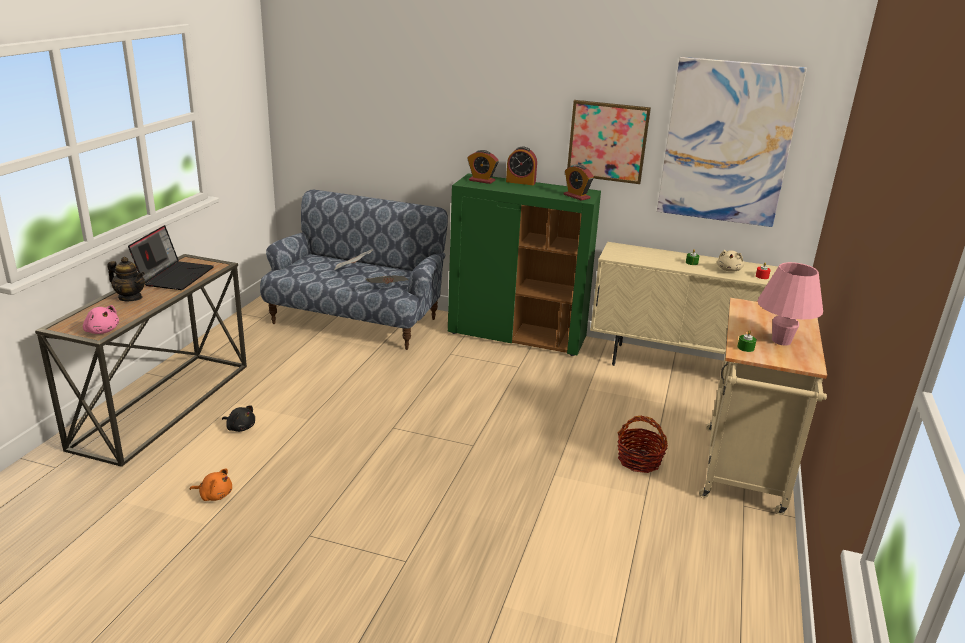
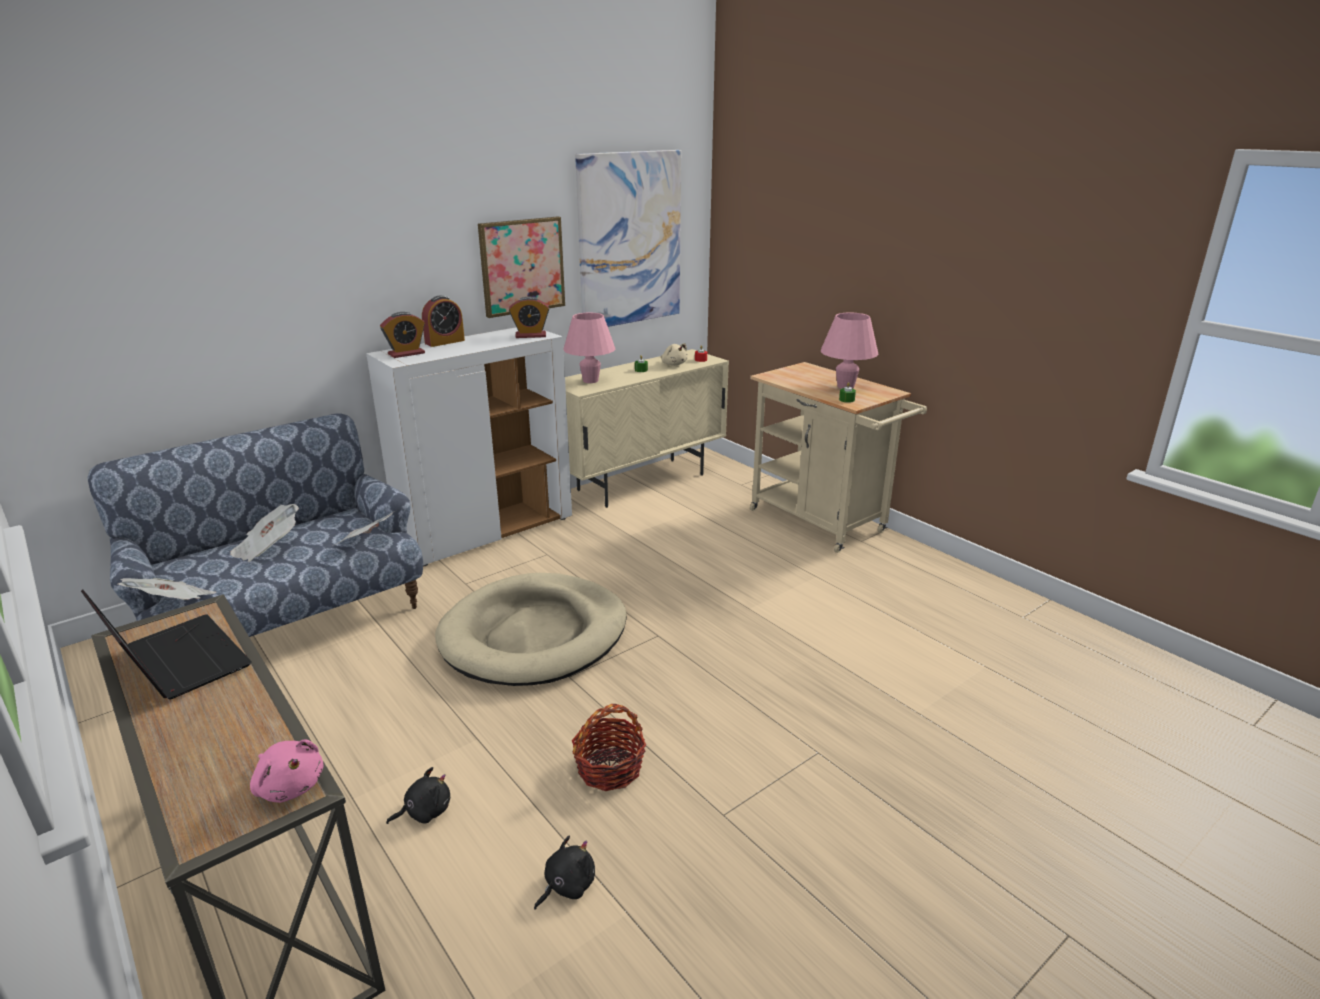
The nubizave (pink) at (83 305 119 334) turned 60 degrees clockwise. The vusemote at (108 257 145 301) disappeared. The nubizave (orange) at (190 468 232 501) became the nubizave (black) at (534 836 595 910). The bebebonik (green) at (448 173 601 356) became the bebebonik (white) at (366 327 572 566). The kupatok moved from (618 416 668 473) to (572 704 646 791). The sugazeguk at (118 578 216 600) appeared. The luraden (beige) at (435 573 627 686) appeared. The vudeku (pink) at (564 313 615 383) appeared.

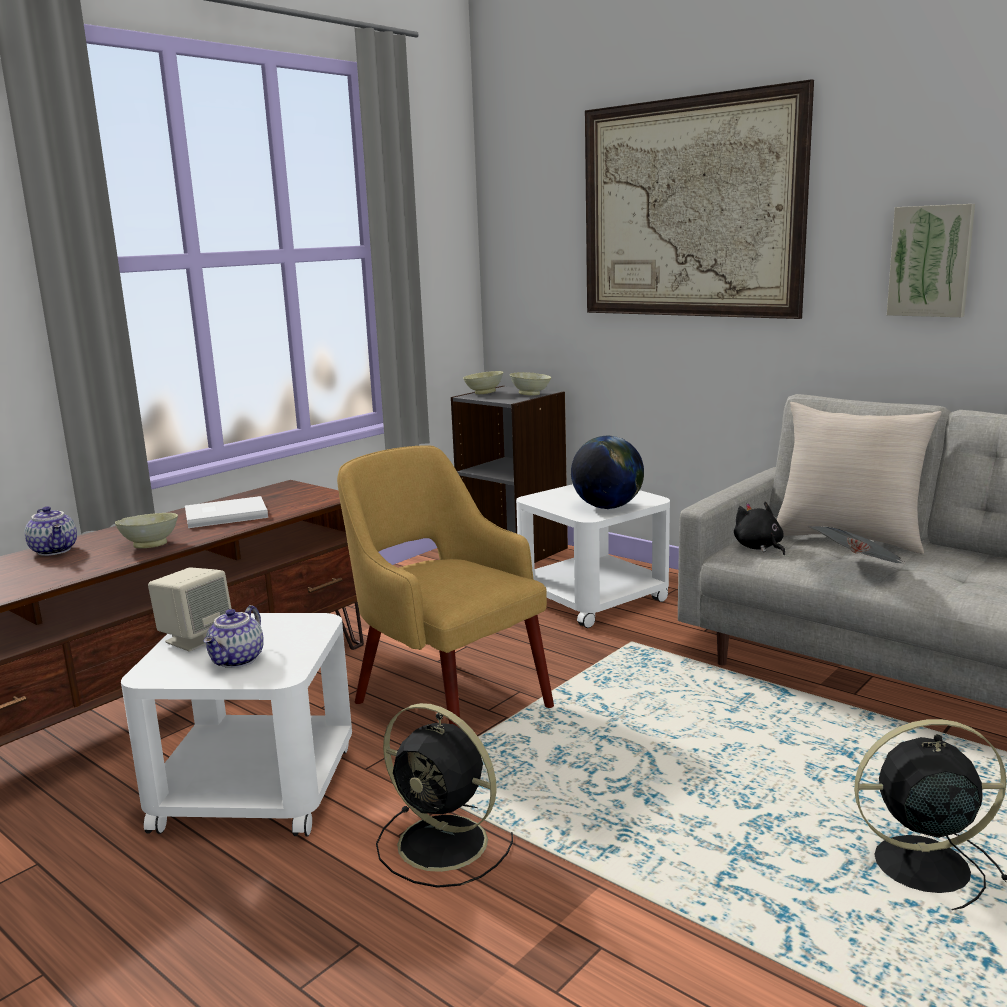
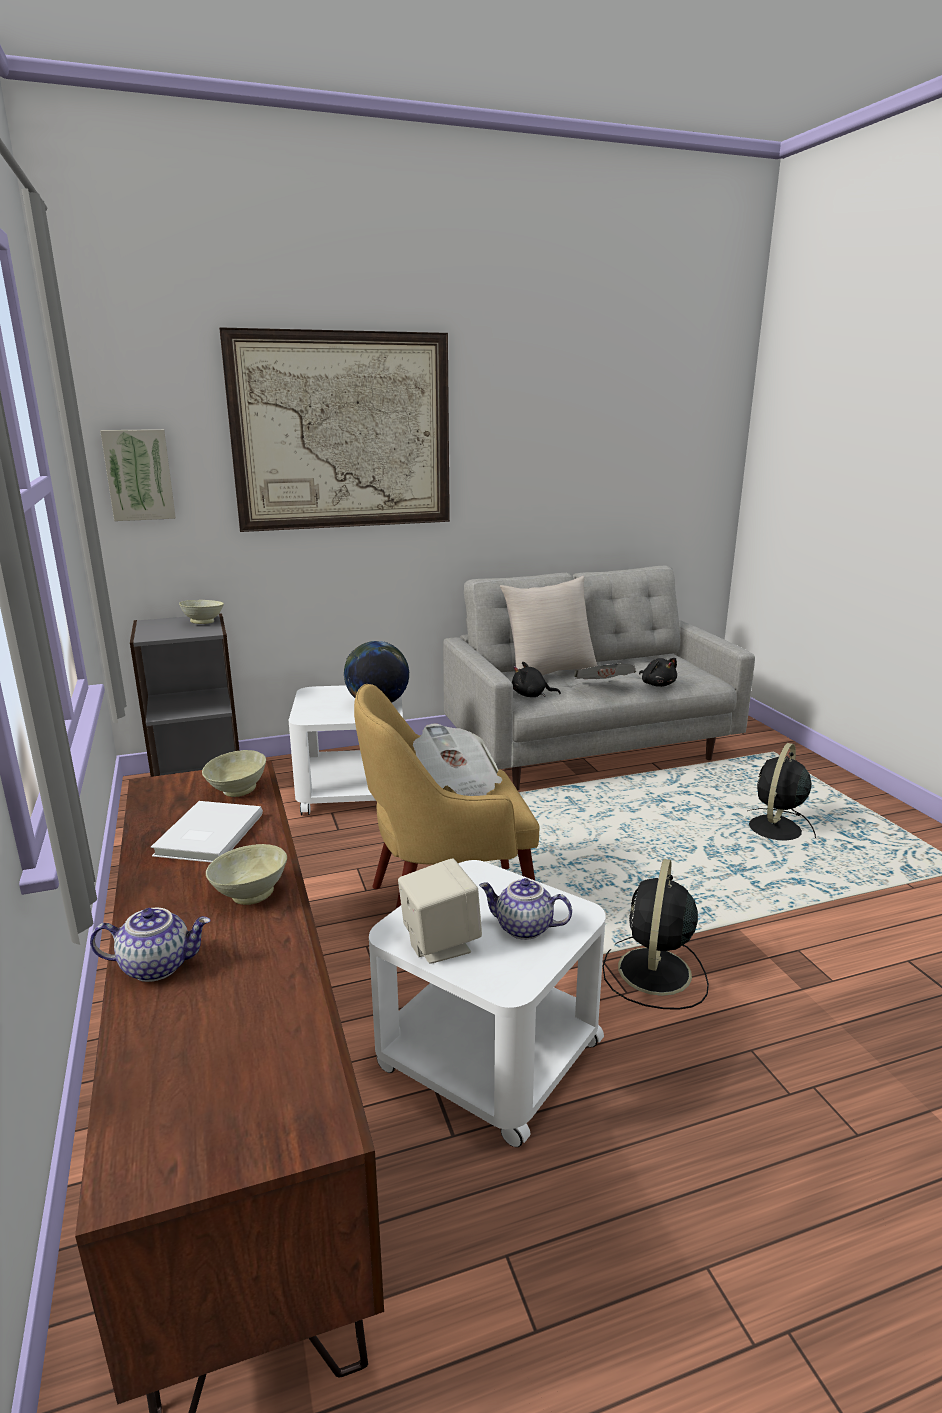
The vusemote at (204 605 264 668) turned 150 degrees clockwise. The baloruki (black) at (376 703 513 888) turned 135 degrees clockwise. The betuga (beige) moved from (463 371 503 394) to (202 750 266 797). The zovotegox moved from (887 204 975 317) to (100 429 176 521). The sugazeguk at (413 723 502 796) appeared. The nubizave (black) at (639 658 677 687) appeared.

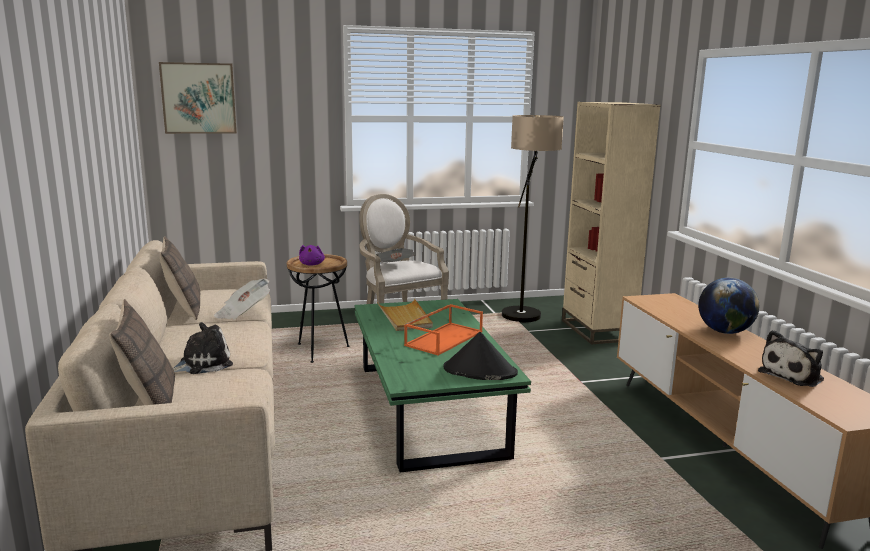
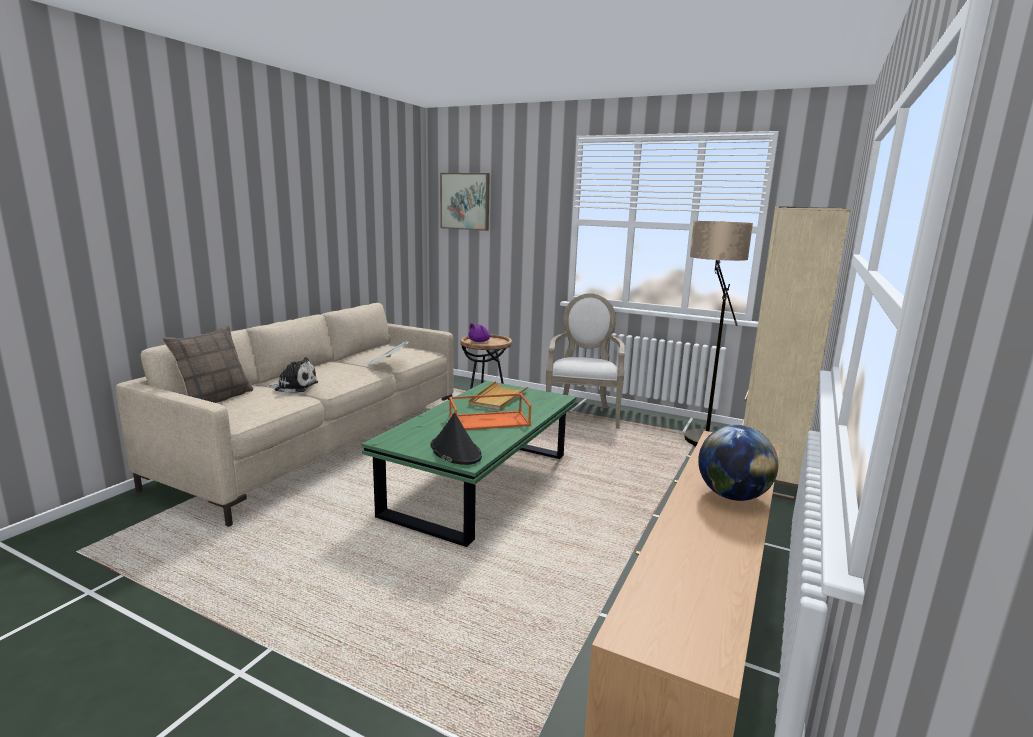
The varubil at (160 236 200 320) disappeared. The sugazeguk at (376 248 415 262) disappeared. The nubizave at (758 330 824 387) disappeared.

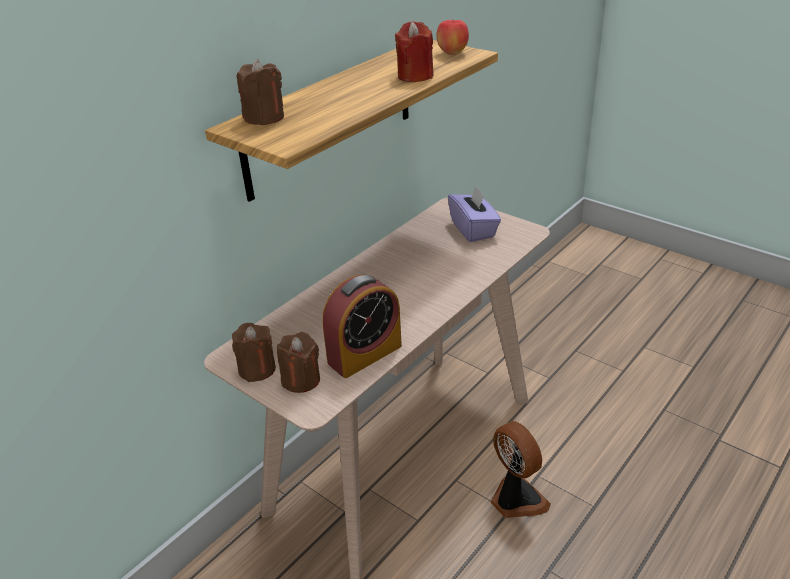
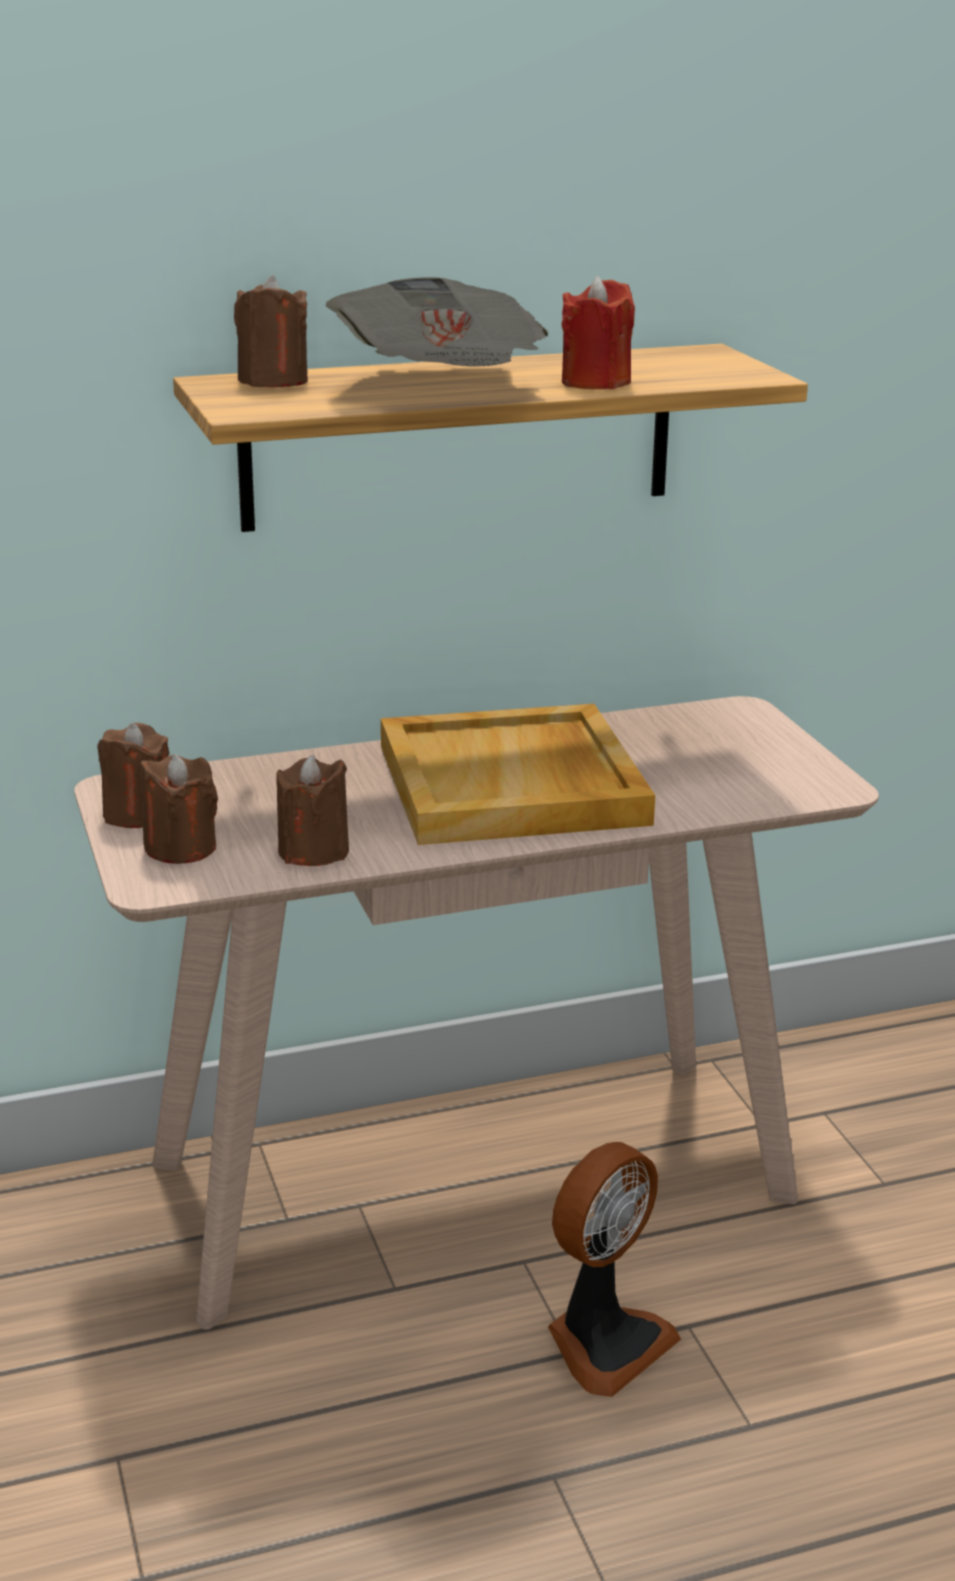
The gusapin at (322 275 402 378) was replaced by the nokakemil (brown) at (276 754 349 866). The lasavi at (436 20 469 55) disappeared. The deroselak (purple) at (448 186 501 242) disappeared. The baloruki at (490 421 551 518) turned 45 degrees clockwise. The sugazeguk at (325 277 548 366) appeared. The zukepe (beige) at (381 704 655 845) appeared.

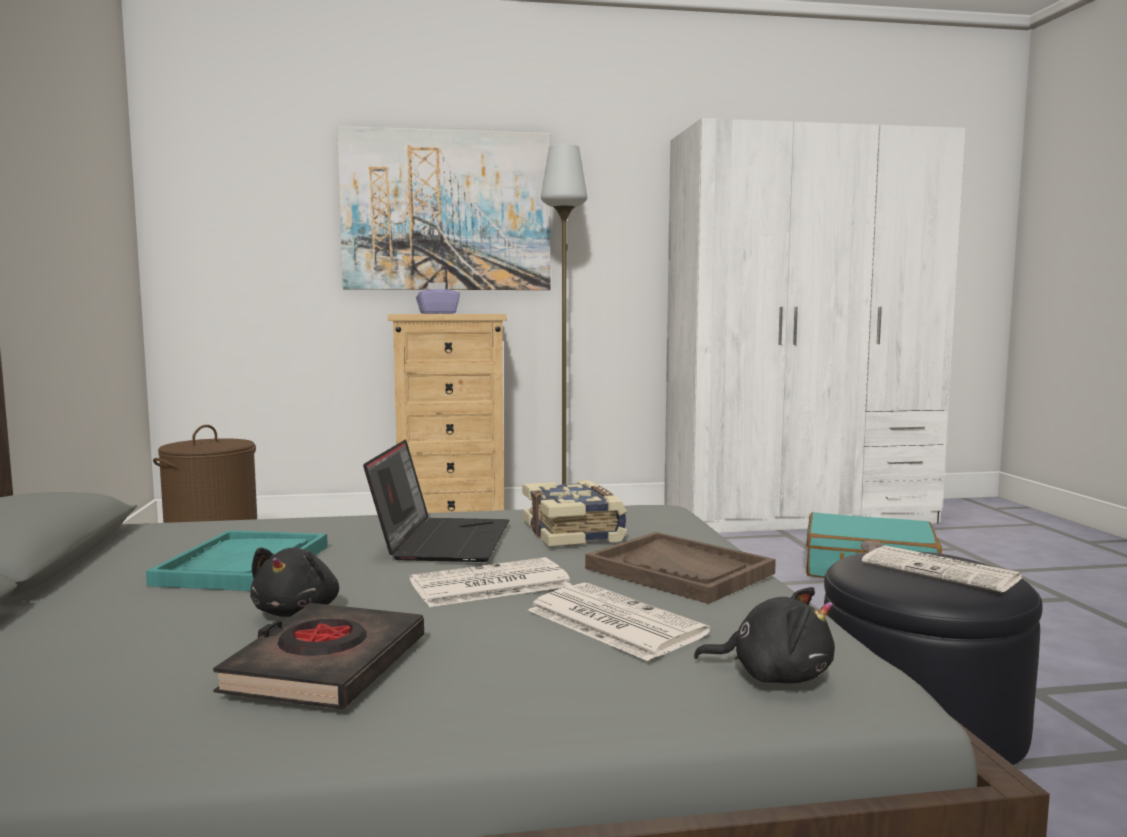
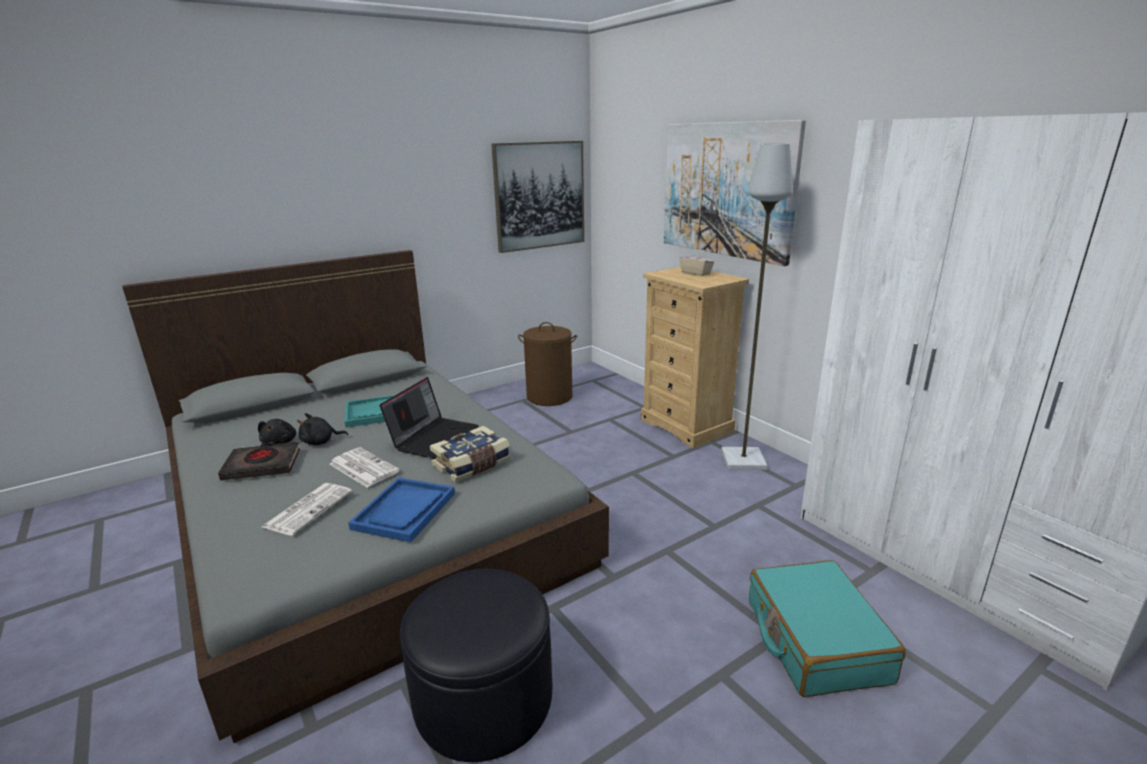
The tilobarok at (363 439 509 562) turned 45 degrees counterclockwise. The deroselak (purple) at (416 282 460 314) became the deroselak (beige) at (679 249 714 276). The zukepe (brown) at (585 532 776 604) became the zukepe (blue) at (348 477 455 543). The nubizave (black) moved from (694 587 835 683) to (258 419 297 445). The sugazeguk at (862 546 1023 593) disappeared. The zovotegox at (491 141 584 253) appeared.

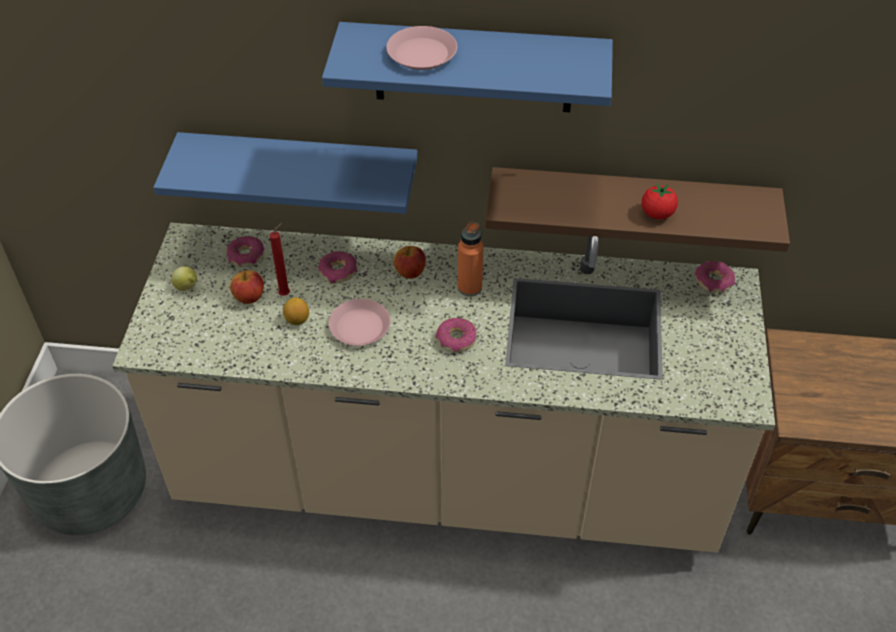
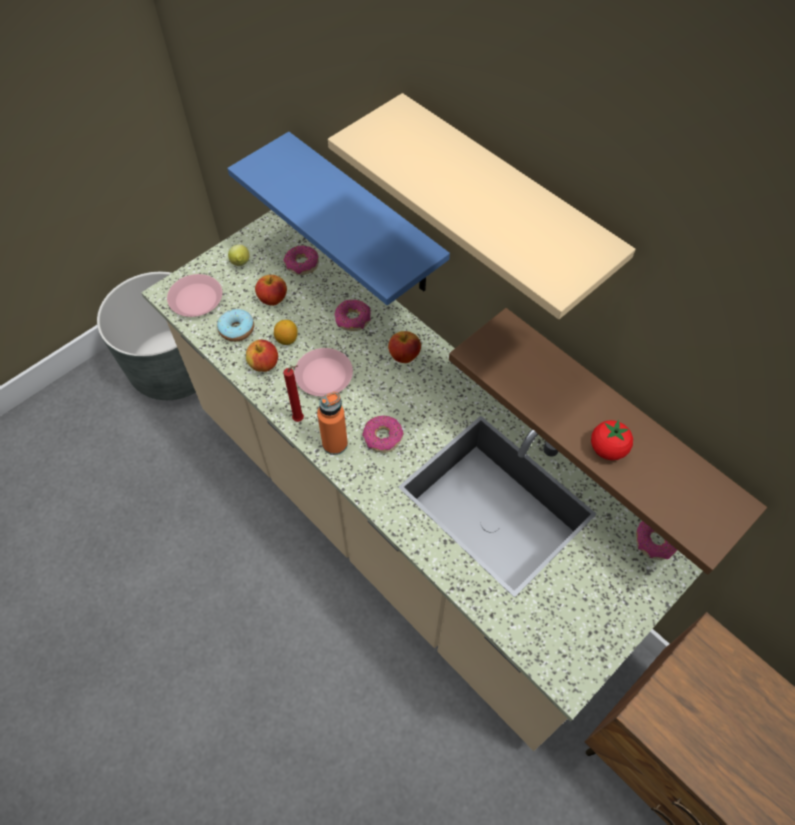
The nokakemil (red) moved from (270 223 290 296) to (283 365 304 422). The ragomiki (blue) at (322 22 613 112) became the ragomiki (beige) at (328 93 635 319). The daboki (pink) moved from (386 26 457 70) to (167 274 222 317). The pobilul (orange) moved from (458 221 484 297) to (317 392 348 455). The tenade at (217 309 254 342) appeared. The lasavi at (246 340 278 372) appeared.

